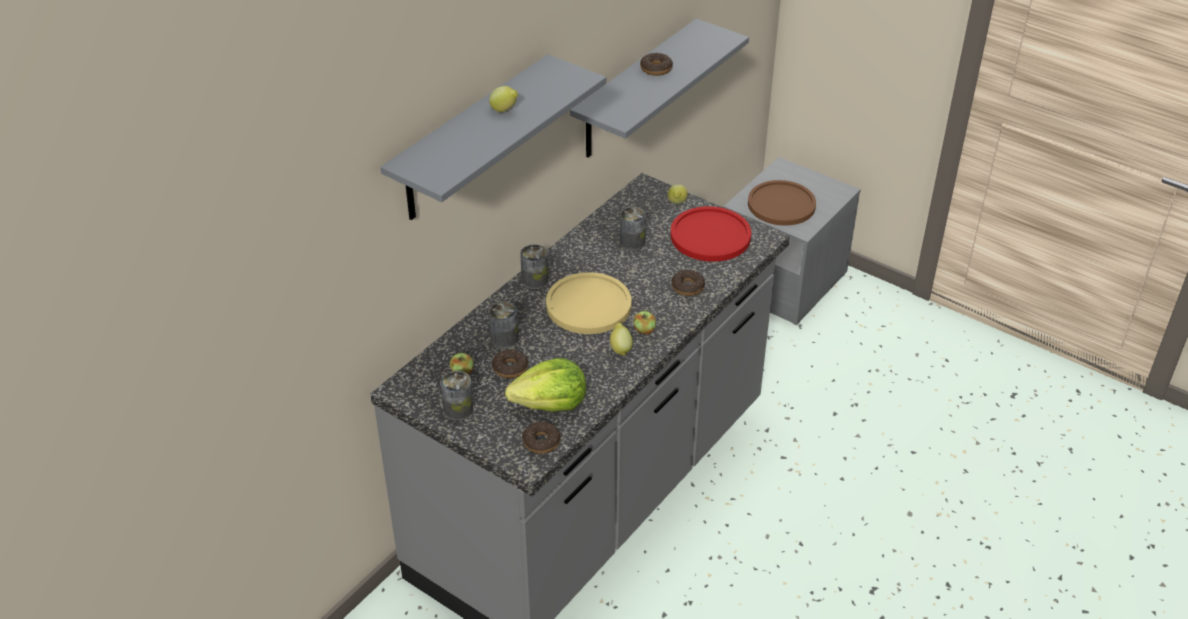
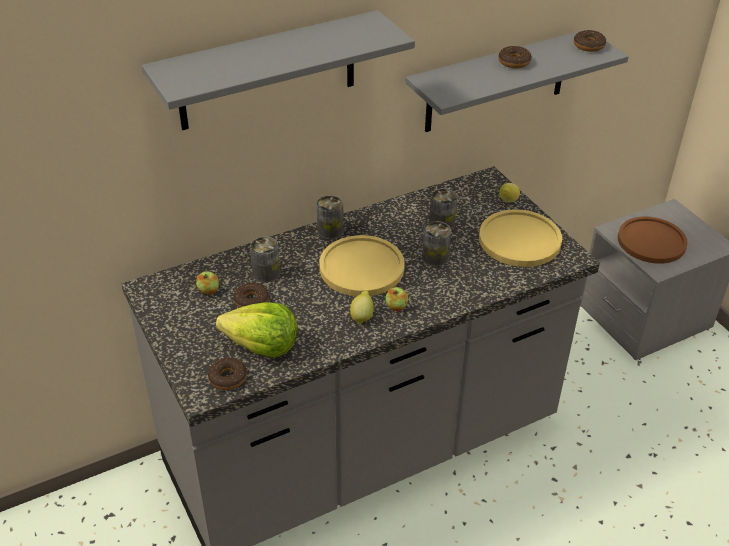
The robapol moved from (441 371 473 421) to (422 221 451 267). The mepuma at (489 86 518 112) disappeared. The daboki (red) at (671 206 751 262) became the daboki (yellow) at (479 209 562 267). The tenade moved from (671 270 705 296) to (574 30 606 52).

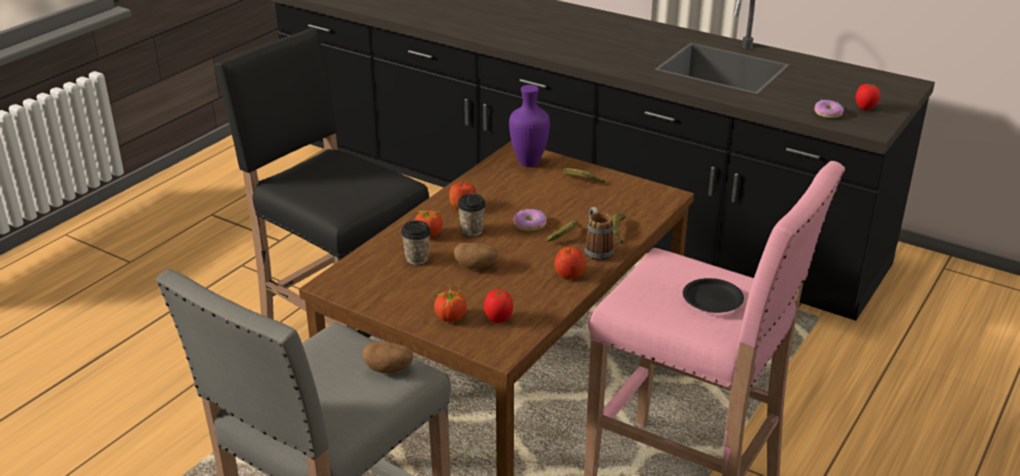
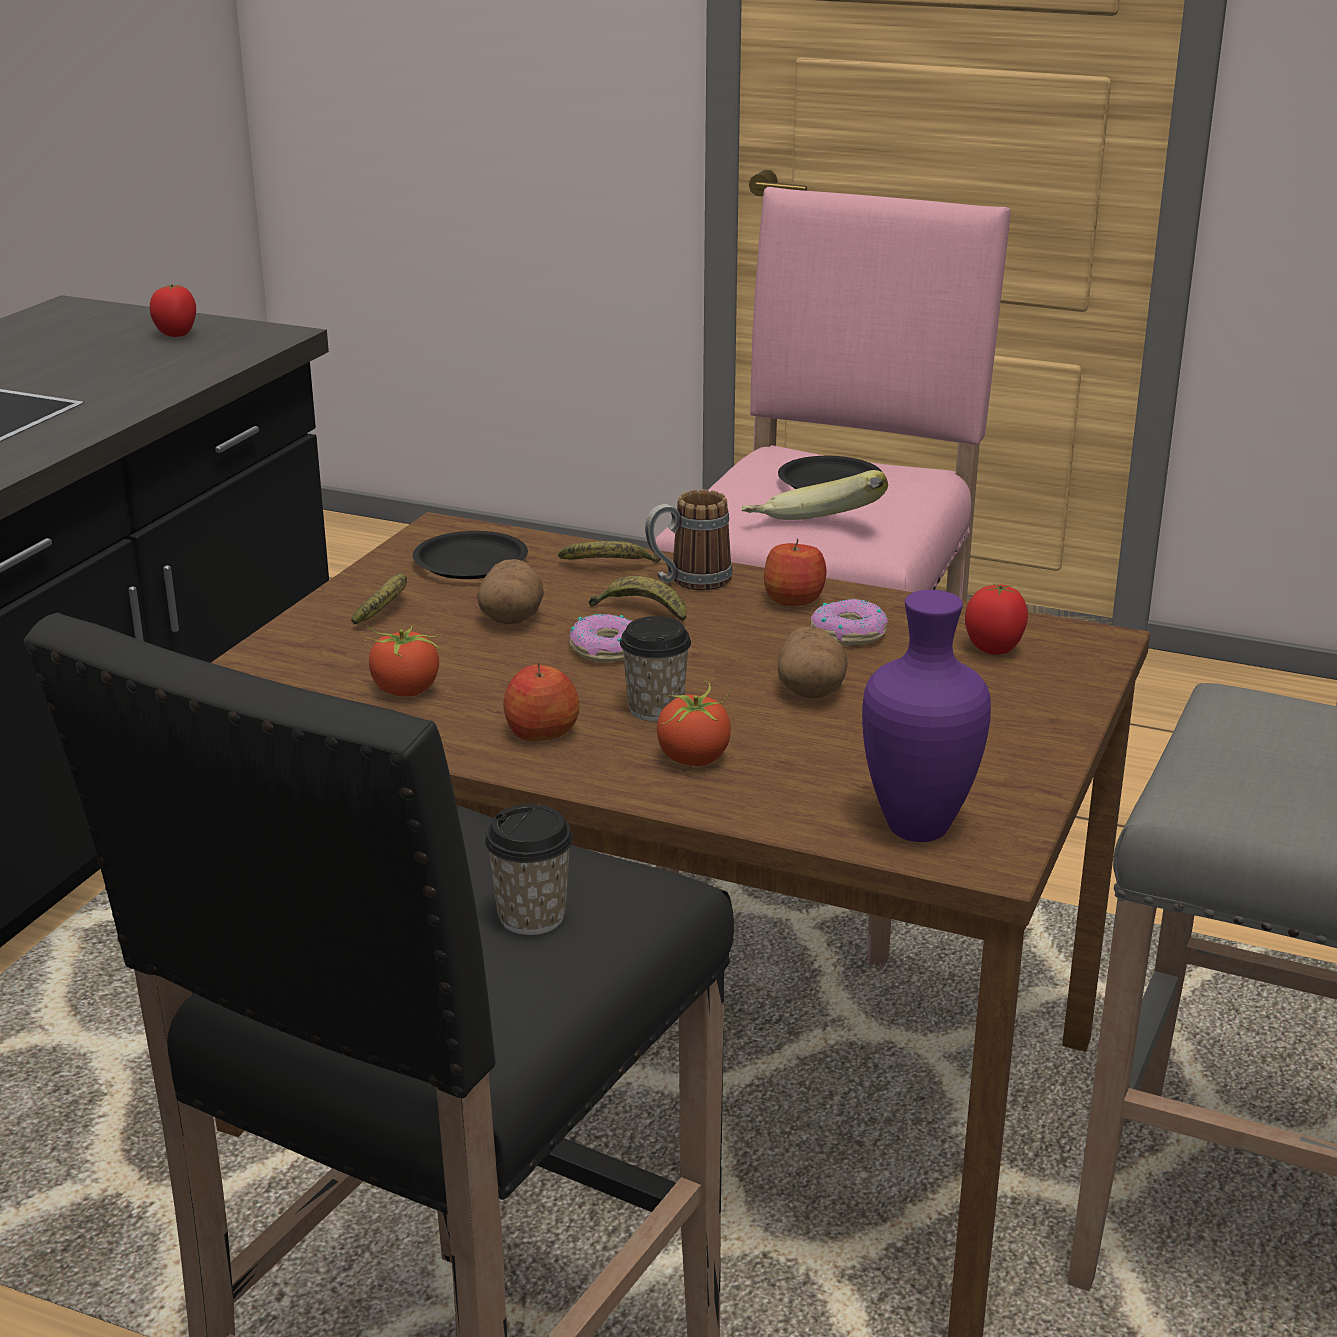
The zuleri moved from (362 342 413 373) to (477 559 544 624). The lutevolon moved from (401 220 431 265) to (485 804 573 935). The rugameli moved from (434 284 467 322) to (365 625 440 697). The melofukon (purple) moved from (509 85 550 167) to (862 590 991 842). The tenade moved from (814 100 844 118) to (811 599 888 646). The daboki (black) at (413 531 528 579) appeared. The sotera at (742 470 888 520) appeared.

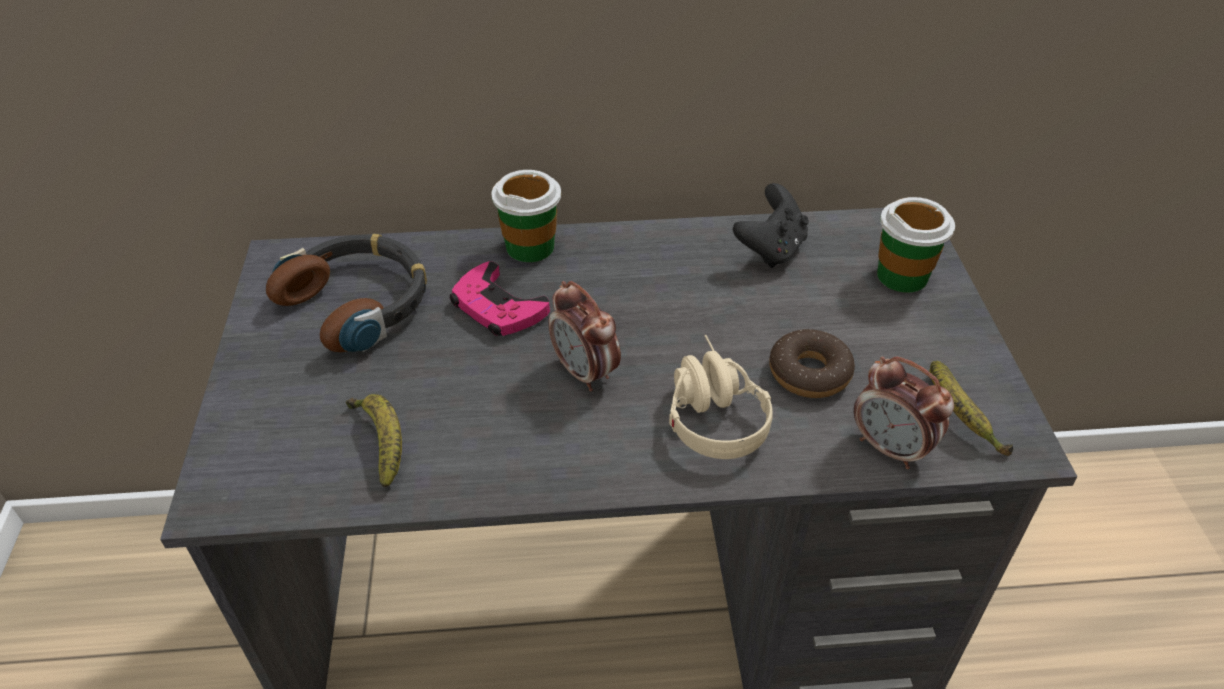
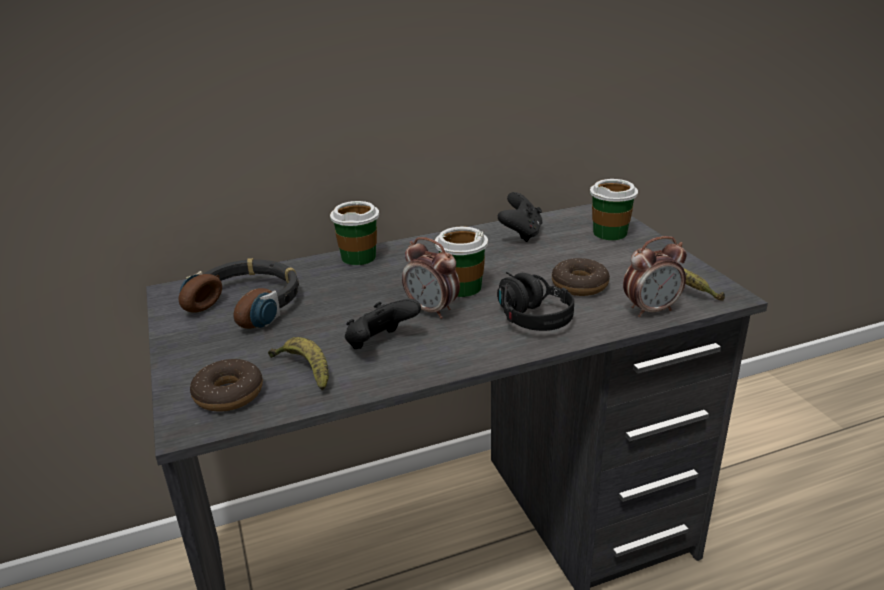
The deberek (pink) at (450 261 550 336) disappeared. The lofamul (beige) at (669 335 773 459) became the lofamul (black) at (497 272 574 331). The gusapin at (854 357 954 469) turned 45 degrees counterclockwise. The tenade at (190 358 263 412) appeared. The deberek (black) at (345 299 421 349) appeared. The lutevolon at (435 227 488 297) appeared.

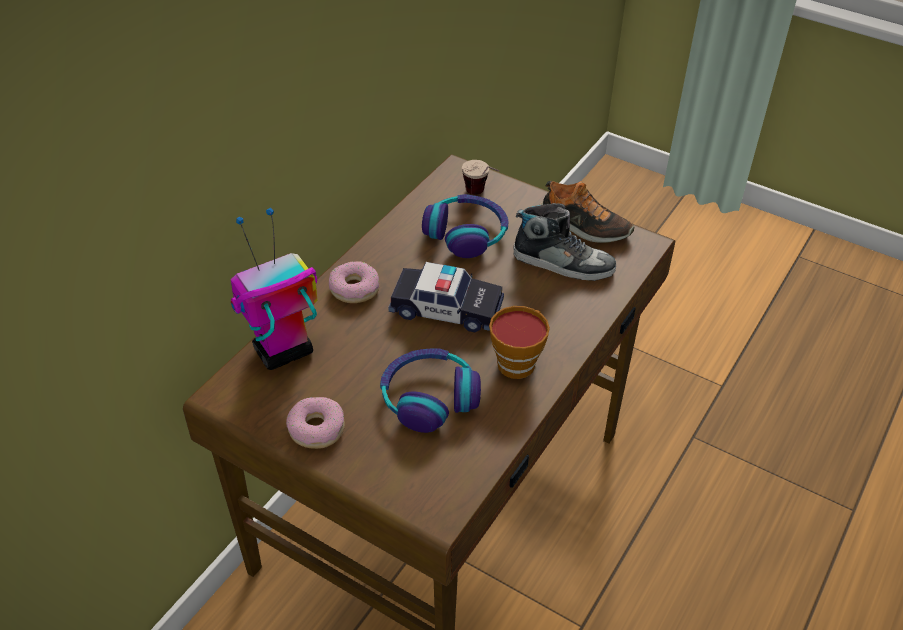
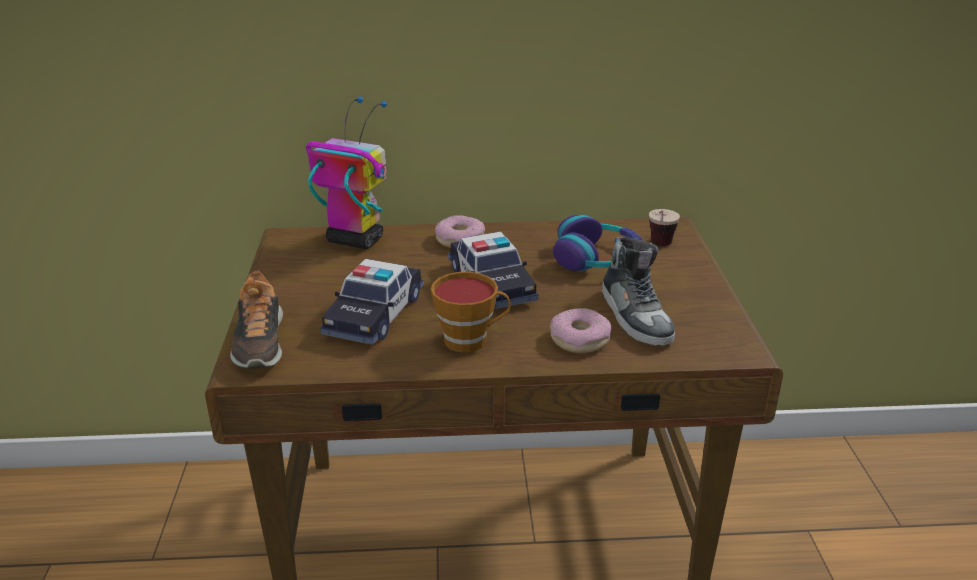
The tenade moved from (286 397 345 449) to (550 308 612 353). The lofamul at (380 349 481 433) was replaced by the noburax at (320 259 424 345). The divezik moved from (539 181 634 243) to (230 270 283 369).

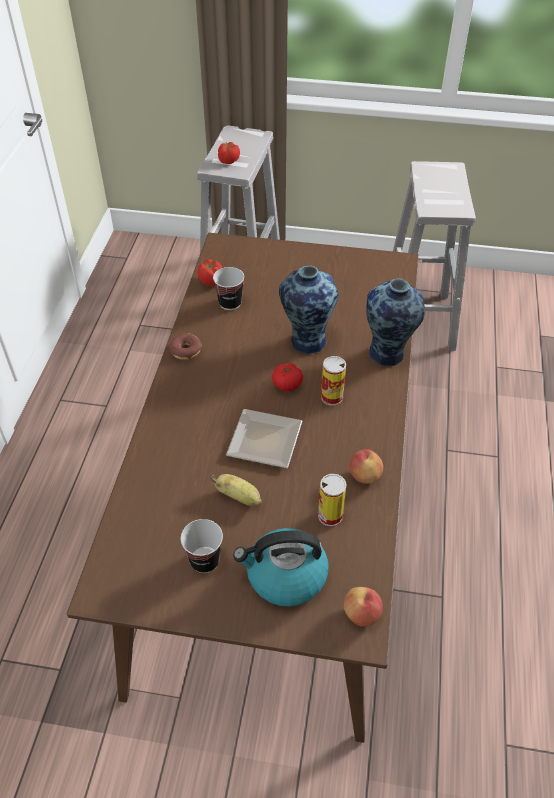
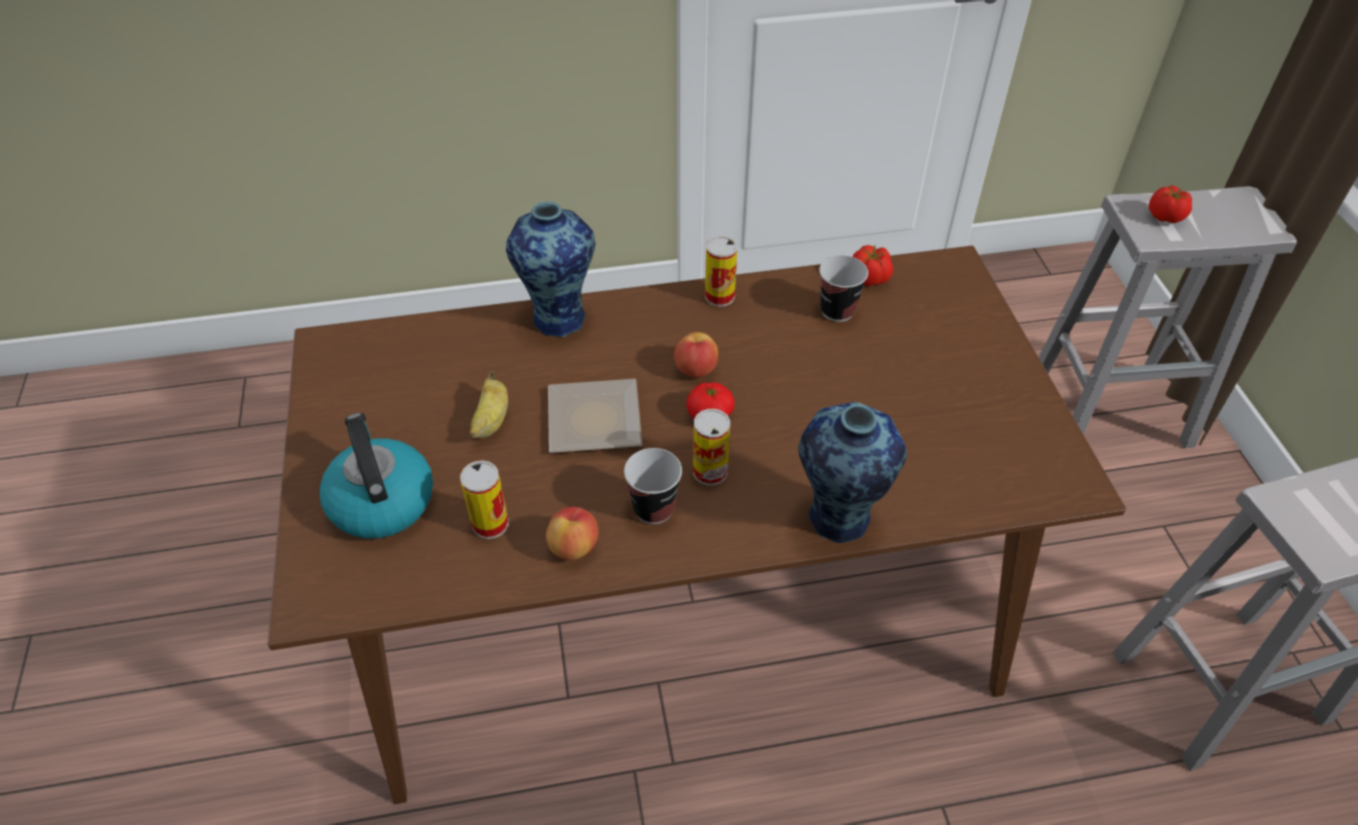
The tenade at (169 333 202 360) was replaced by the robapol at (705 236 737 307). The lutevolon moved from (181 519 223 573) to (624 448 682 524). The melofukon moved from (279 265 338 354) to (506 201 596 337). The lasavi moved from (344 587 383 627) to (674 332 718 377).

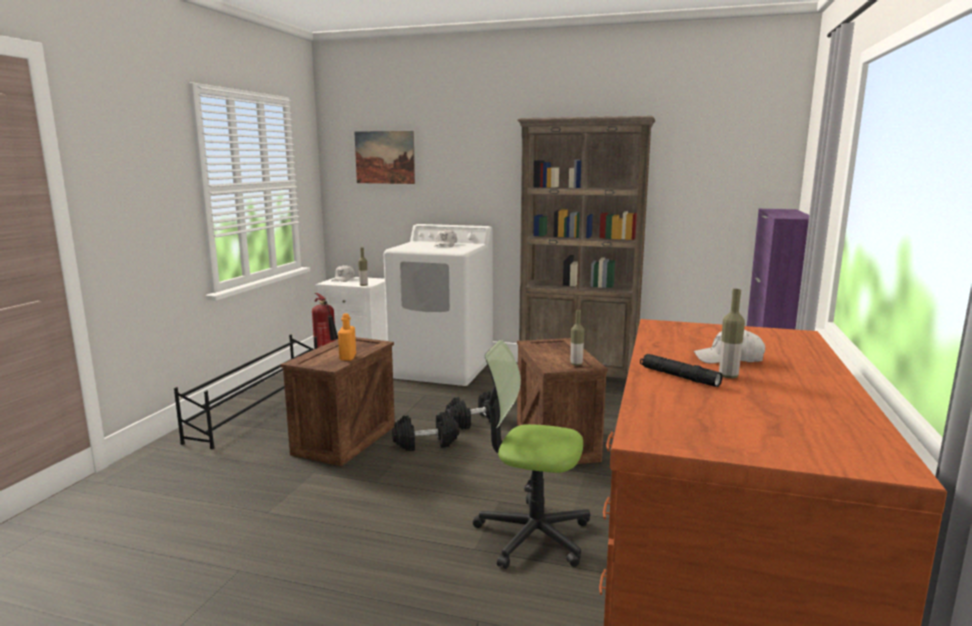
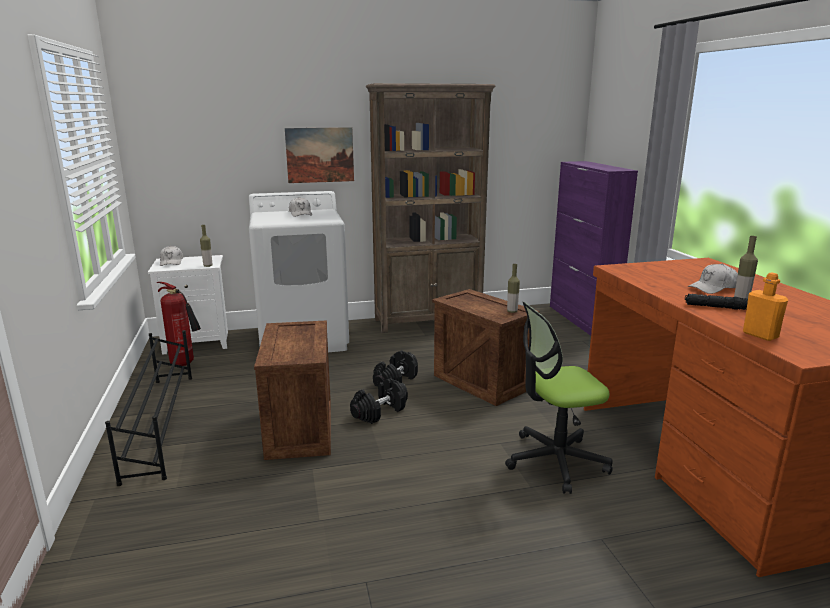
The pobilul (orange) moved from (338 313 356 361) to (743 272 788 341). The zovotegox moved from (354 131 415 184) to (285 127 354 183).

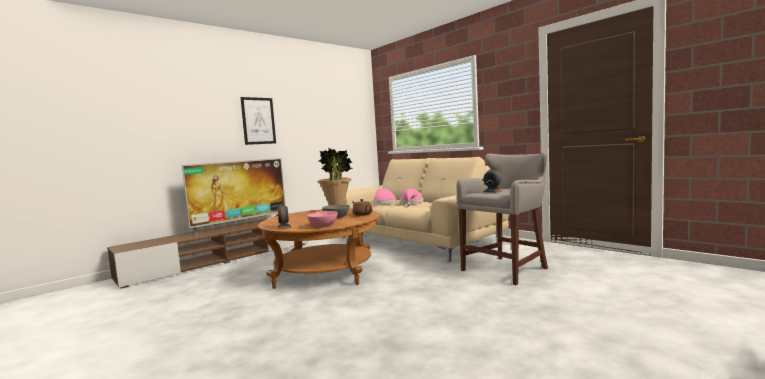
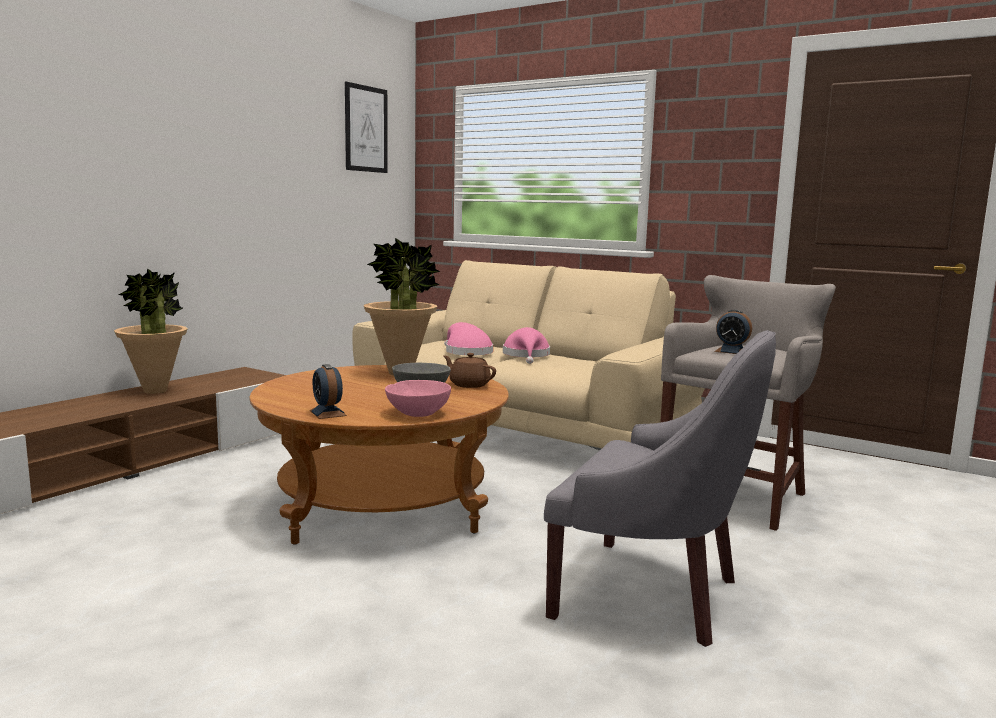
The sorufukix at (182 158 285 236) was replaced by the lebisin at (114 268 188 394). The zovotegox moved from (240 97 276 145) to (345 82 388 173). The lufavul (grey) at (544 330 776 647) appeared.

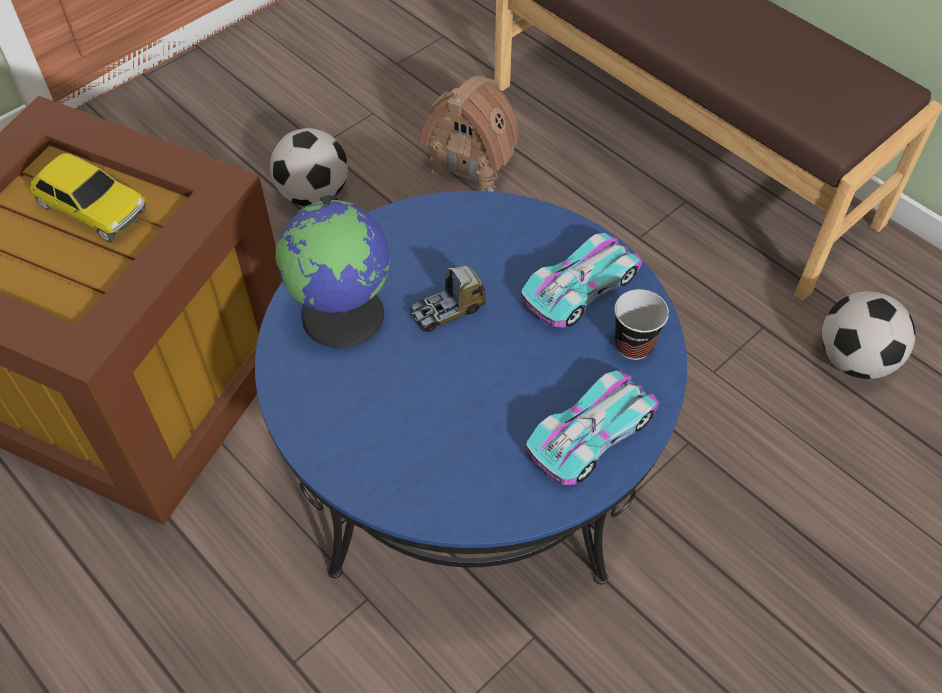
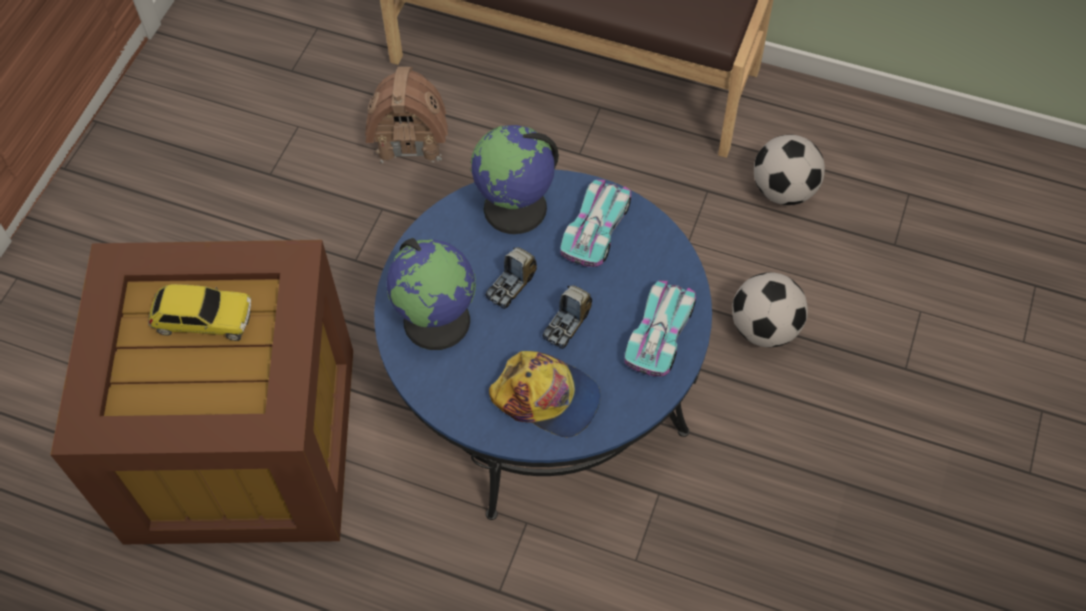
The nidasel moved from (270 128 348 206) to (732 272 808 347). The lutevolon at (615 289 669 360) disappeared. The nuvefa at (471 124 559 234) appeared. The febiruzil at (489 351 601 437) appeared. The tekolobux at (542 285 592 349) appeared.

